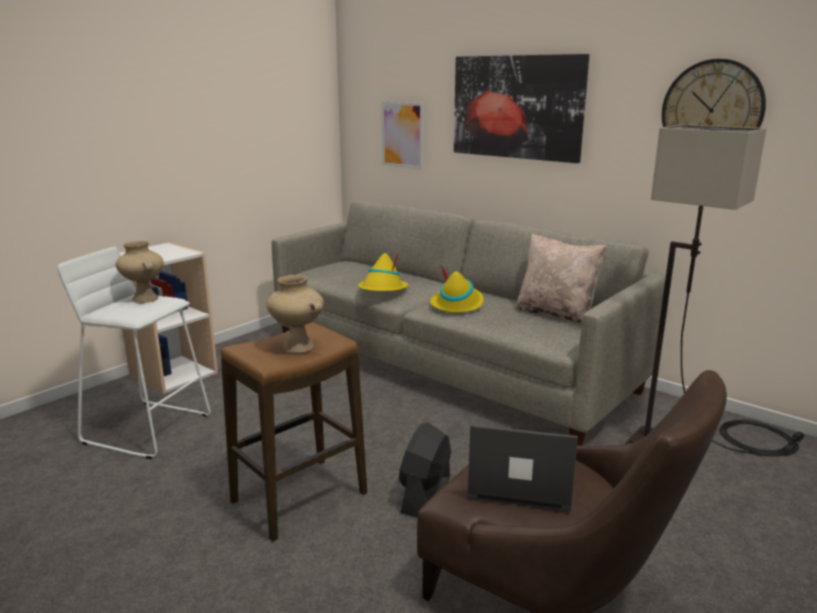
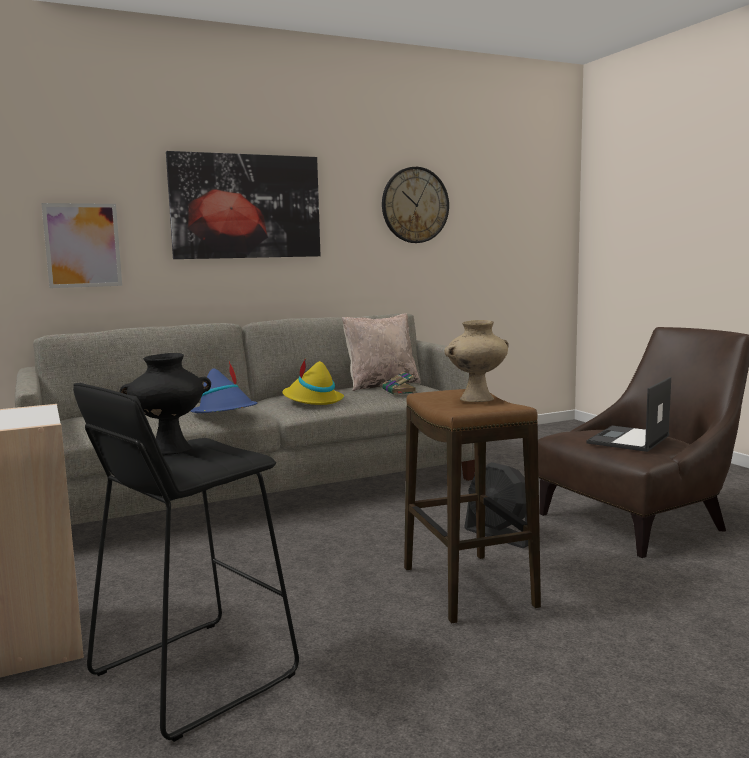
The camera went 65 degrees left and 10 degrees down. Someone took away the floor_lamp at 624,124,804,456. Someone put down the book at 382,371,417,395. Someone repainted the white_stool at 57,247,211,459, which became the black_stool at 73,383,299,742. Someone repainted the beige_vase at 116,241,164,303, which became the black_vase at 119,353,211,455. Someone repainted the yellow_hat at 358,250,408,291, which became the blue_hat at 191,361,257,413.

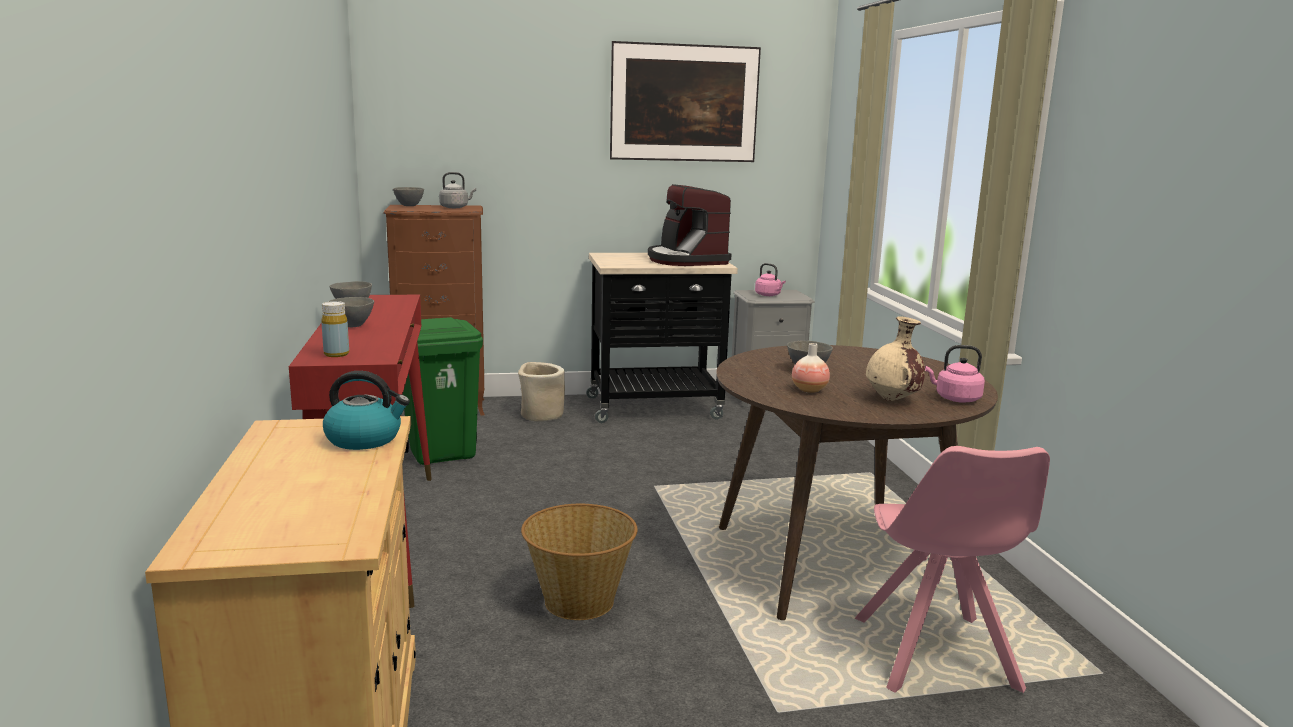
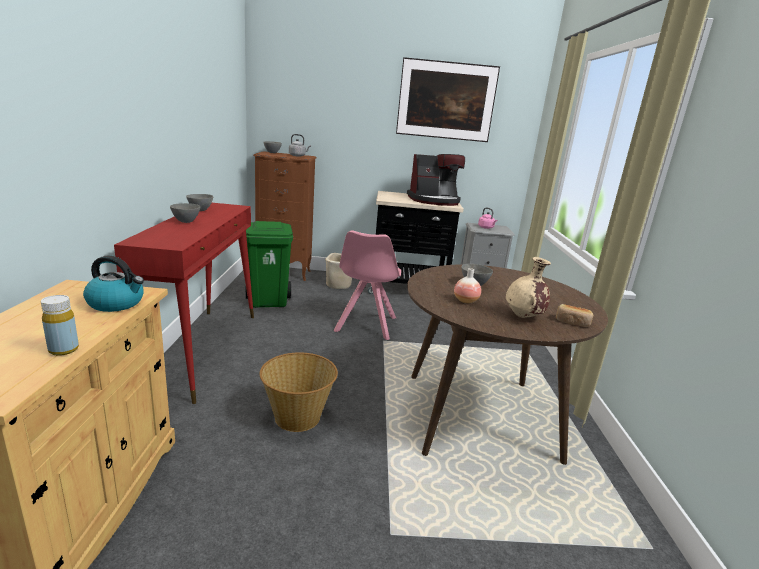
The camera went 10 degrees right and 5 degrees up. Someone carried the yellow_bottle from 321,301,349,357 to 41,295,79,356. Someone carried the pink_chair from 854,446,1050,693 to 334,230,401,340. Someone swapped the pink_kettle at 925,345,985,403 for the bread at 556,304,593,326. Someone rotated the coffee_machine at 648,184,731,266 by 90 degrees counterclockwise.

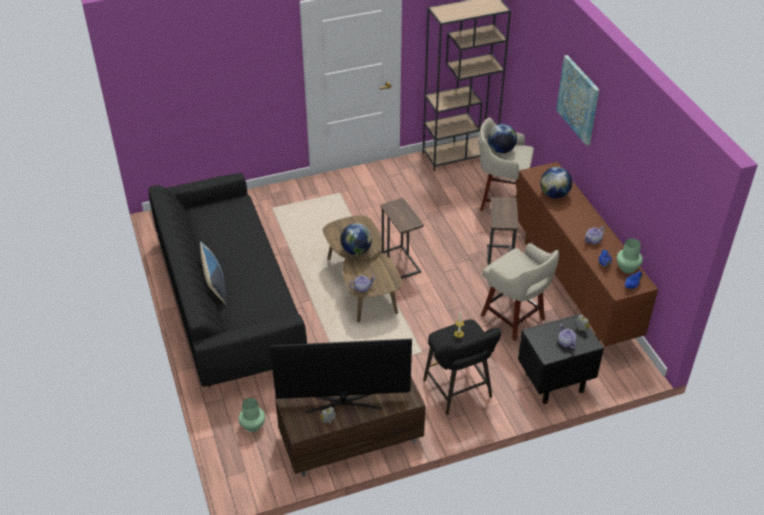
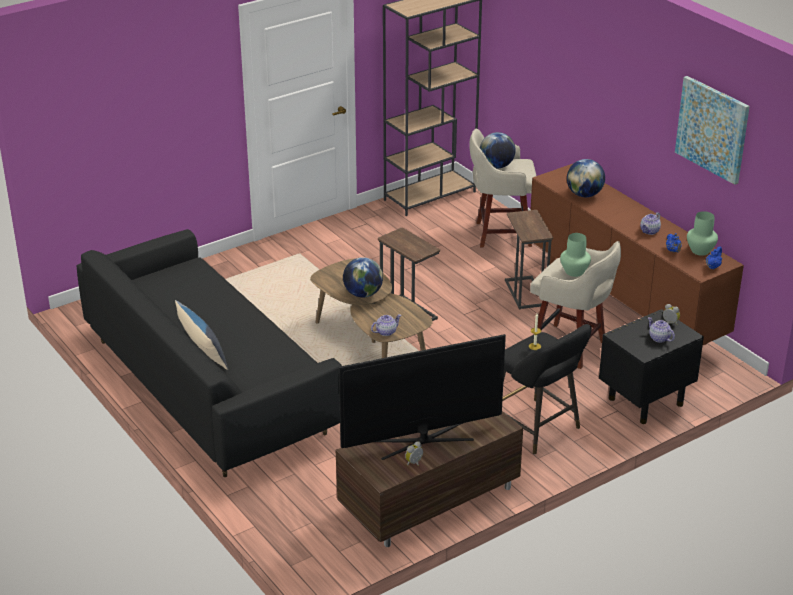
The camera went 15 degrees left and 10 degrees down. Someone carried the green_vase from 239,398,265,432 to 560,233,591,277. Someone carried the picture from 556,55,600,146 to 675,76,750,185.

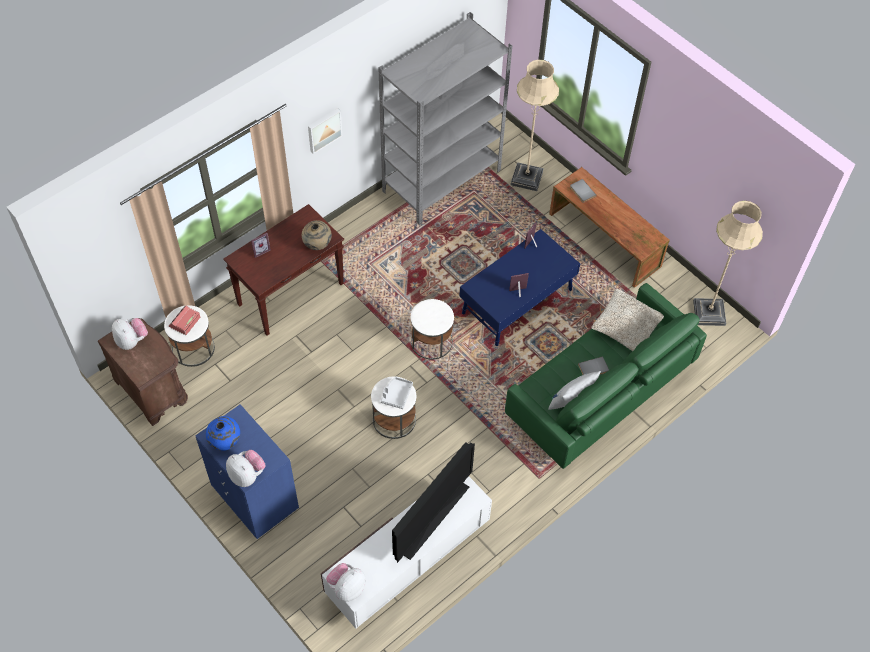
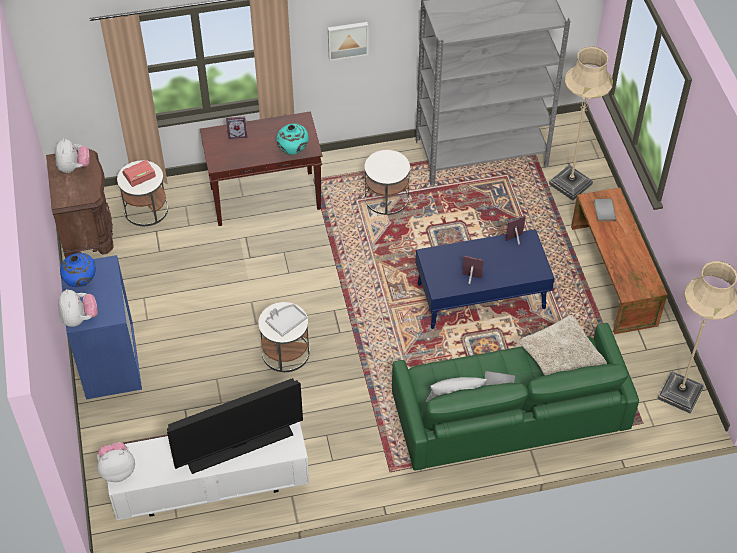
The camera went 30 degrees right and 5 degrees down. Someone carried the white_side_table from 411,299,454,360 to 365,150,410,215. Someone repainted the beige_vase at 302,220,332,250, which became the turquoise_vase at 277,123,309,155.

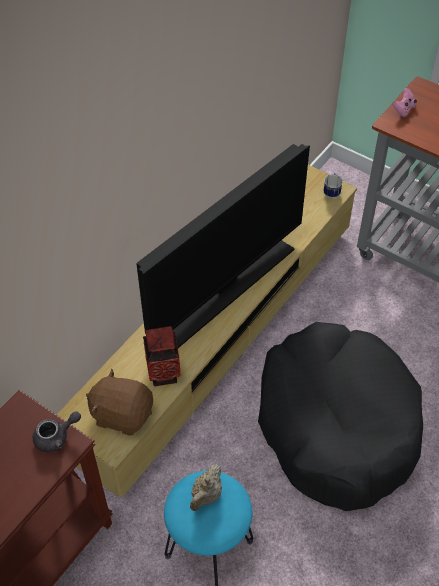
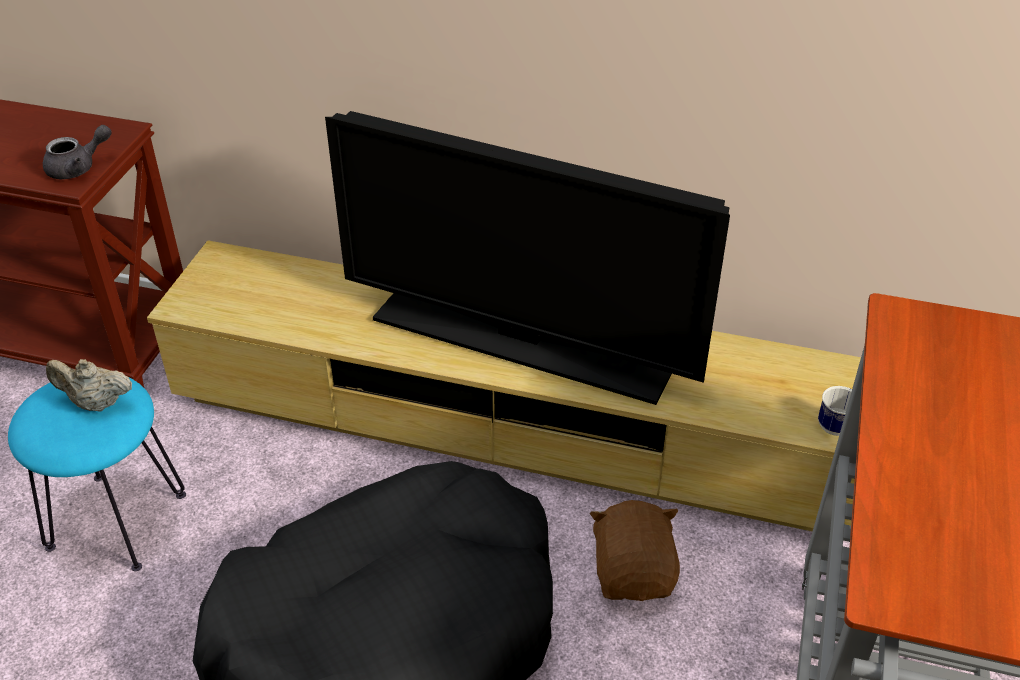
The camera went 70 degrees right and 10 degrees down. Someone took away the vase at 143,326,181,387. Someone took away the pink_game_controller at 392,88,417,117. Someone carried the brown_plush_toy from 86,369,153,436 to 590,500,680,601. Someone rotated the grey_teapot at 33,411,81,452 by 75 degrees counterclockwise.

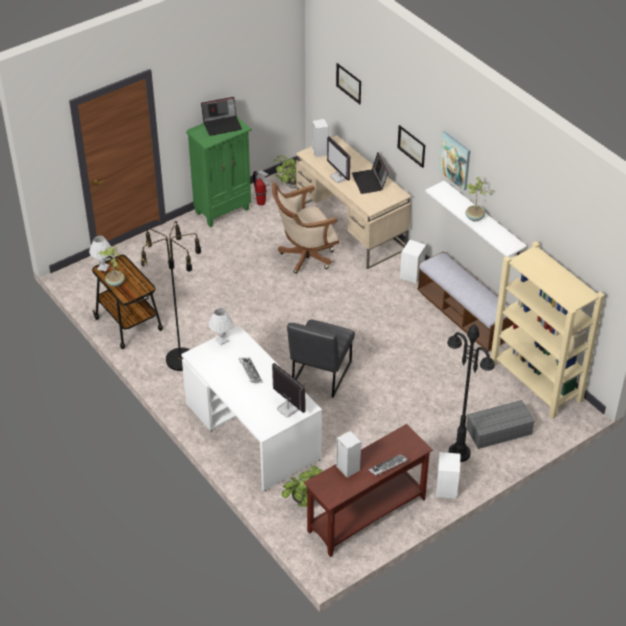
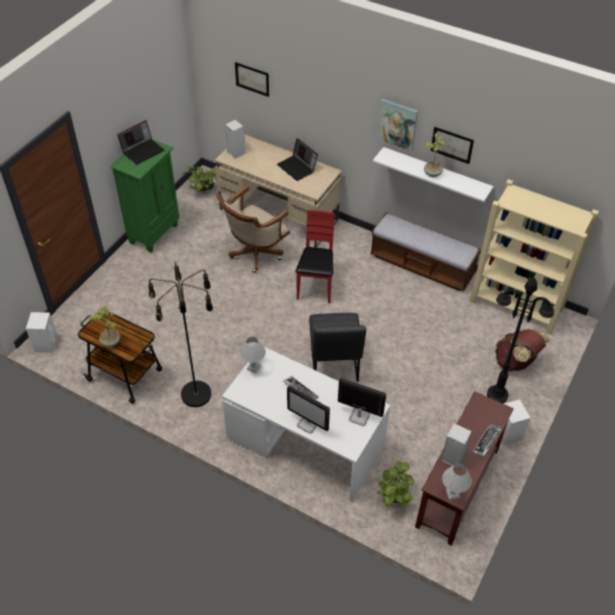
The camera went 25 degrees left and 5 degrees up. Someone took away the fire_extinguisher at 253,170,269,206. Someone put down the red_chair at 295,210,335,303. Someone carried the white_table_lamp from 89,236,112,271 to 442,464,472,500. Someone carried the monitor from 327,136,350,183 to 287,386,330,434. Someone carried the picture from 397,125,425,168 to 431,127,474,164. Someone carried the white_speaker from 400,240,426,283 to 26,312,58,353. Someone swapped the grey_storage_box at 466,400,535,449 for the brown_backpack at 495,329,550,371.

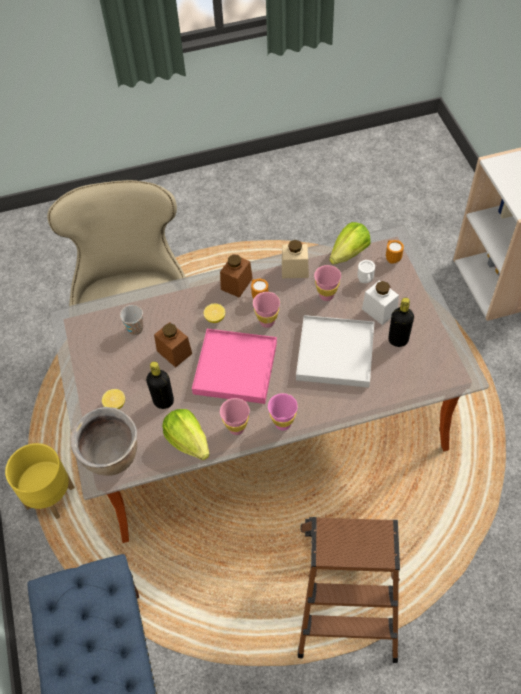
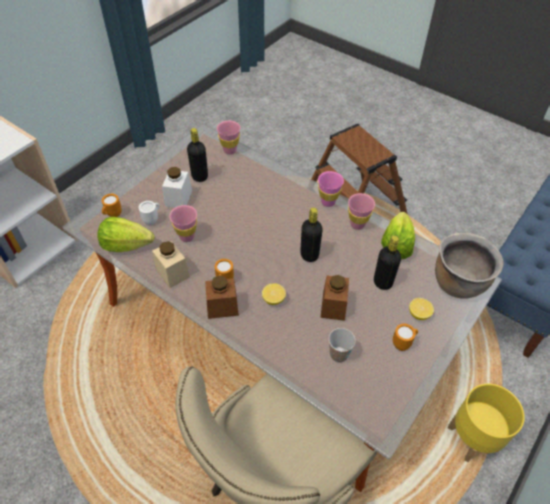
The camera went 130 degrees left and 5 degrees down. Someone took away the white_tray at 296,315,374,388. Someone put down the orange_mug at 393,324,418,351. Someone carried the pink_cup from 253,292,280,328 to 217,121,240,154. Someone swapped the pink_tray at 192,329,277,404 for the black_bottle at 300,207,323,262.

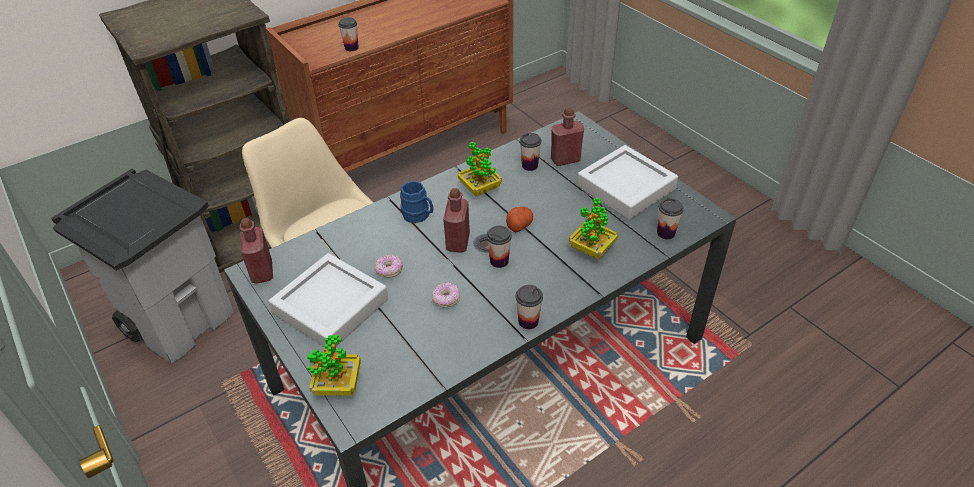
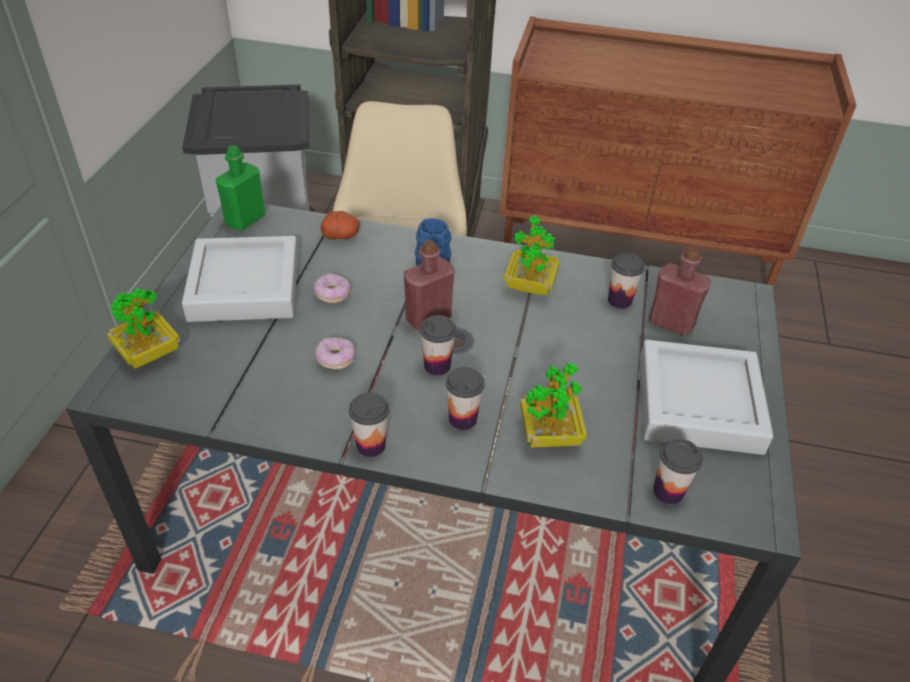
The camera went 45 degrees right and 0 degrees up. Someone carried the cup from 338,17,359,51 to 446,367,485,430. Someone carried the potato from 506,207,533,232 to 321,211,360,239. Someone repainted the red_bottle at 240,218,273,284, which became the green_bottle at 216,145,265,231.

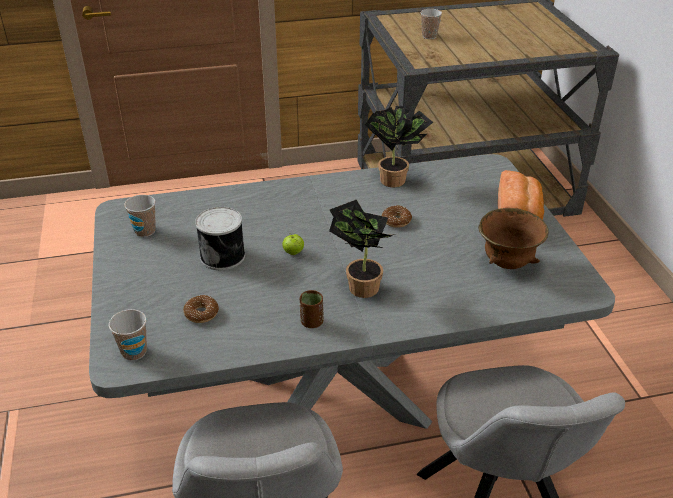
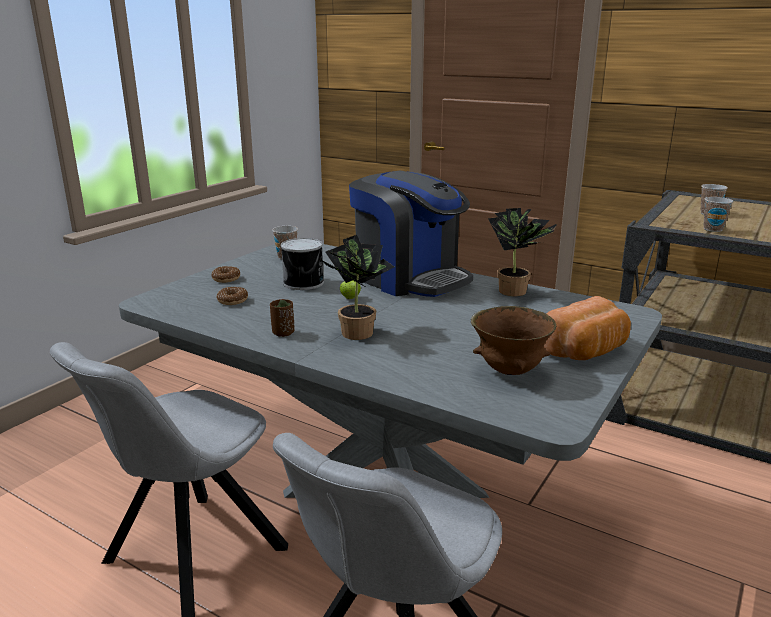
The camera went 45 degrees right and 15 degrees down. Someone put down the coffee_machine at 349,171,473,297. Someone carried the cup from 109,309,147,361 to 703,197,734,232. Someone carried the donut from 382,205,412,228 to 211,266,240,283.

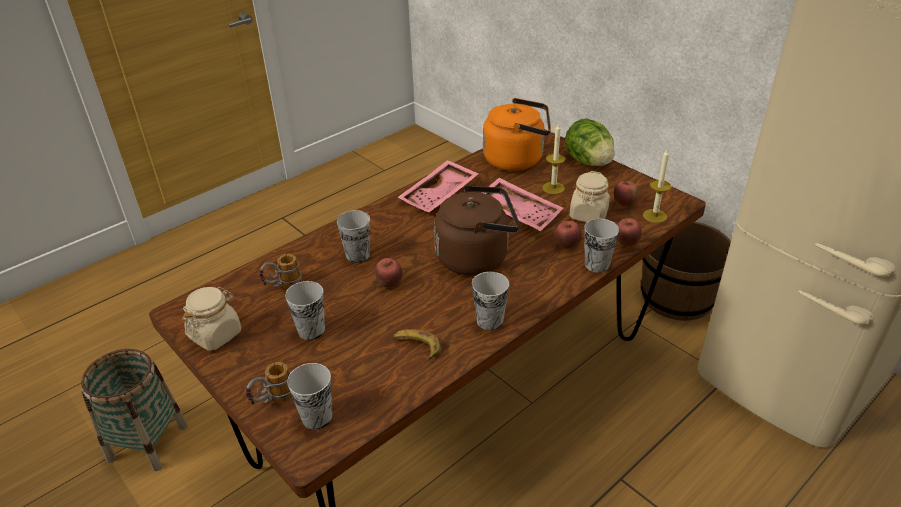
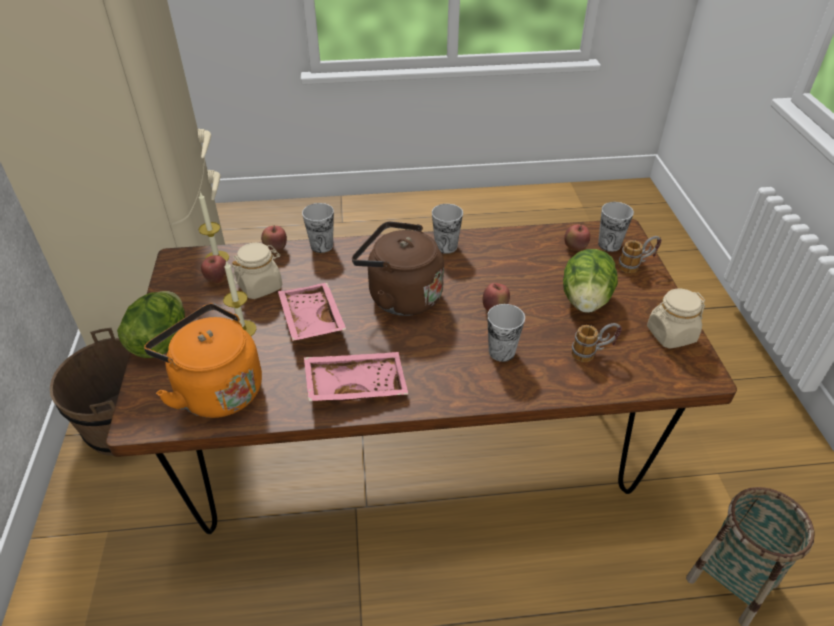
The camera went 145 degrees left and 5 degrees up. Someone took away the banana at 393,329,442,360. Someone carried the apple from 555,221,582,249 to 564,224,590,251. Someone swapped the cup at 285,281,325,340 for the lettuce at 563,249,618,313.

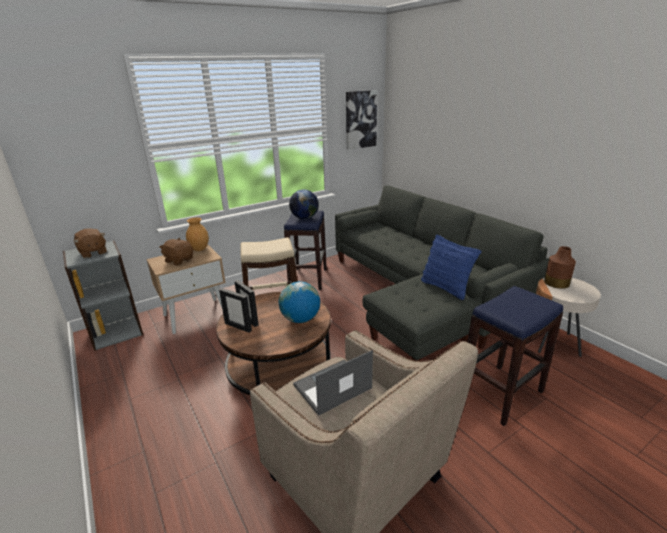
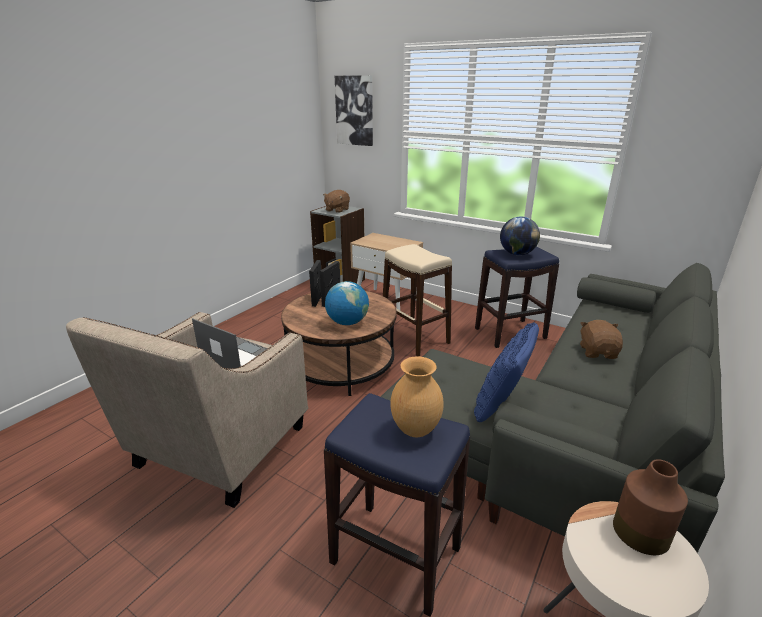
The camera went 65 degrees right and 0 degrees up. Someone carried the brown_plush_toy from 159,238,193,266 to 580,320,623,359. Someone carried the brown_vase from 186,218,209,251 to 390,356,444,437. Someone carried the picture from 346,90,377,150 to 335,75,373,146.

